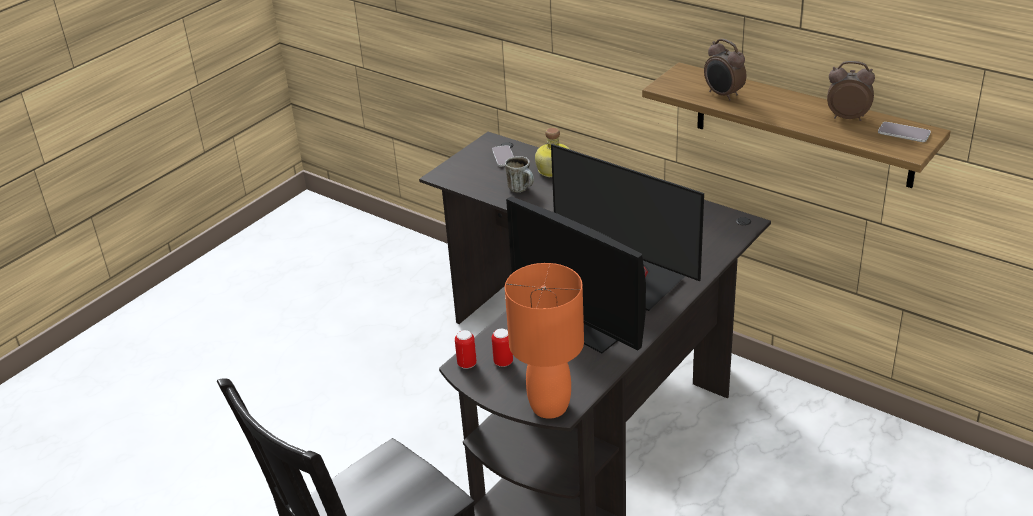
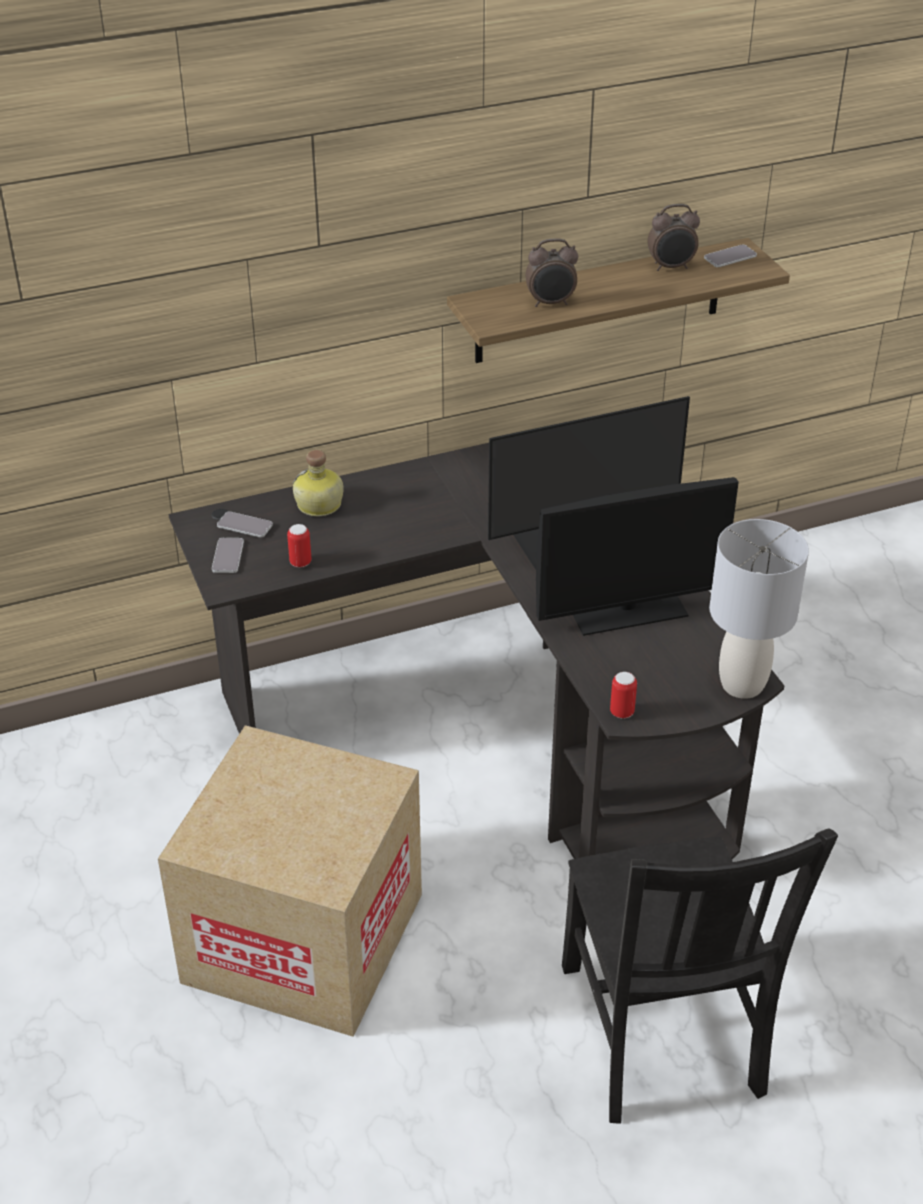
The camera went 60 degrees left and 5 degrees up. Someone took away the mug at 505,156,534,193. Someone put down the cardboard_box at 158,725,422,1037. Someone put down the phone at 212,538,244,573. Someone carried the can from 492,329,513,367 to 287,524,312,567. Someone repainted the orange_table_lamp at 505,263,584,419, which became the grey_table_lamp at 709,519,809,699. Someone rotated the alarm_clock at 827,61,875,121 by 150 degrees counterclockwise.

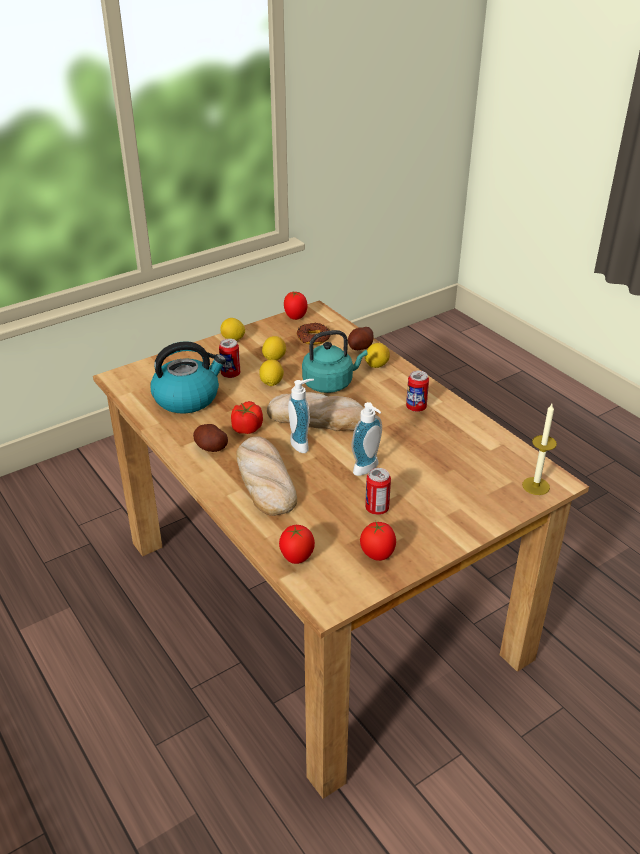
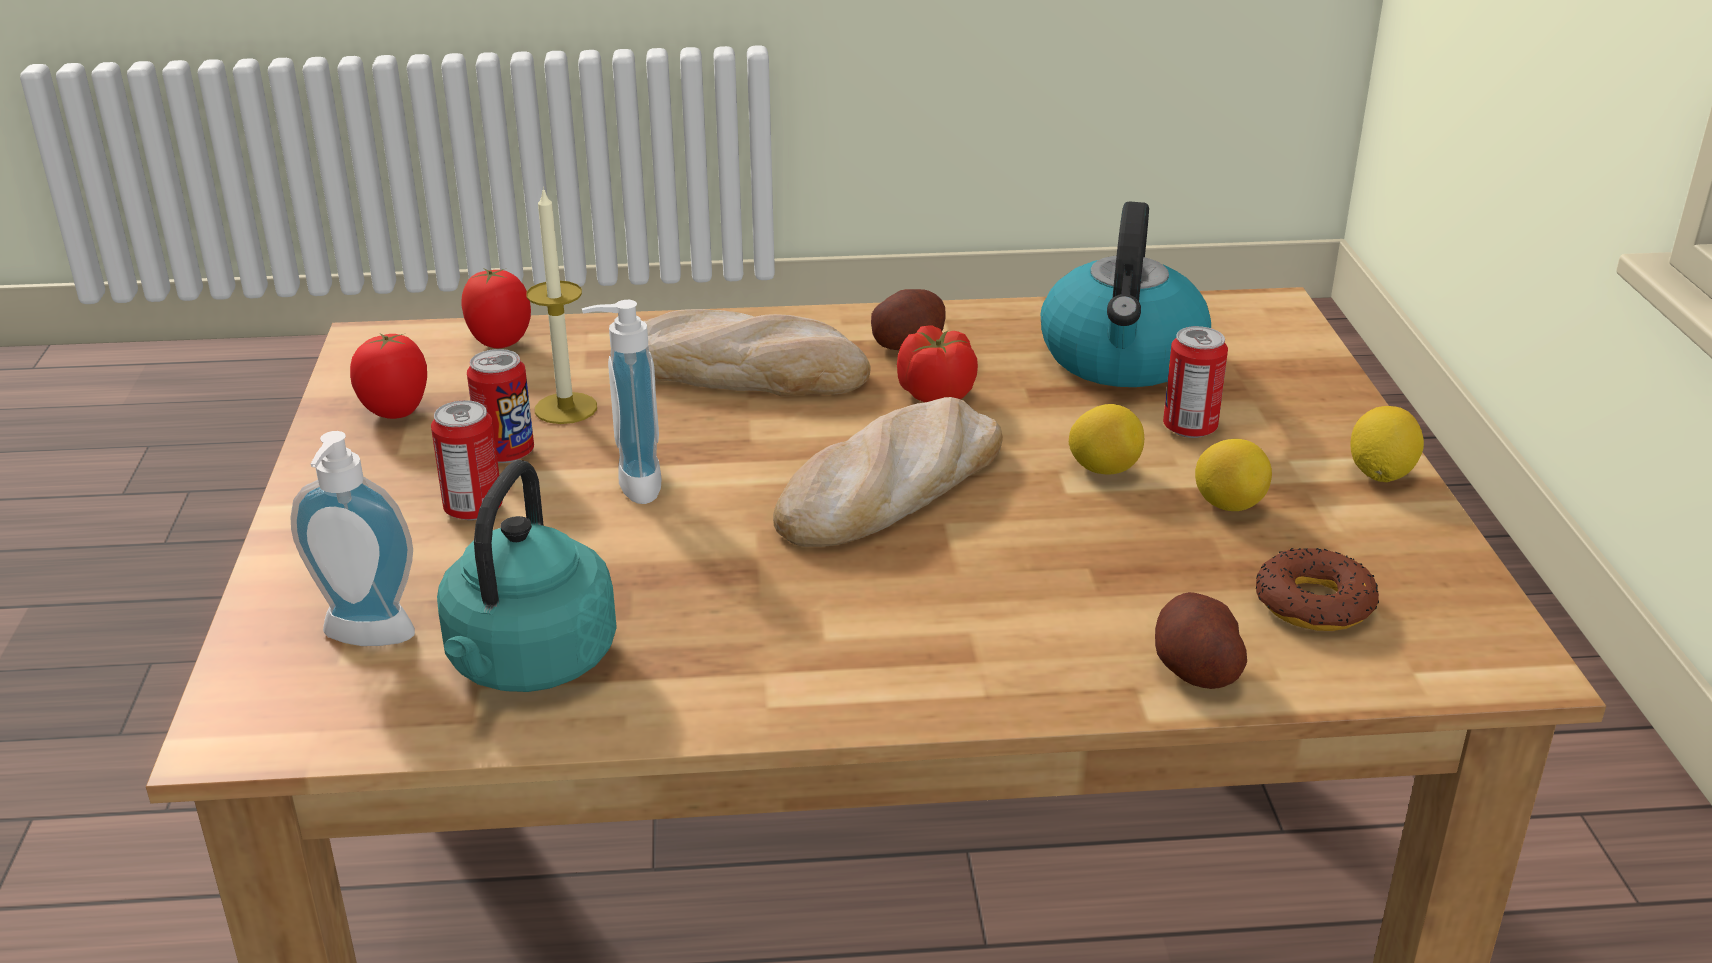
The camera went 120 degrees right and 5 degrees down. Someone took away the tomato at 284,292,308,320. Someone took away the lemon at 365,343,390,368. Someone carried the soap_dispenser from 288,379,314,453 to 290,431,415,646. Someone carried the turquoise_kettle from 302,330,368,393 to 437,460,617,692. Someone carried the can from 406,371,429,412 to 431,400,503,520. Someone carried the candle from 522,404,557,495 to 526,187,597,424.

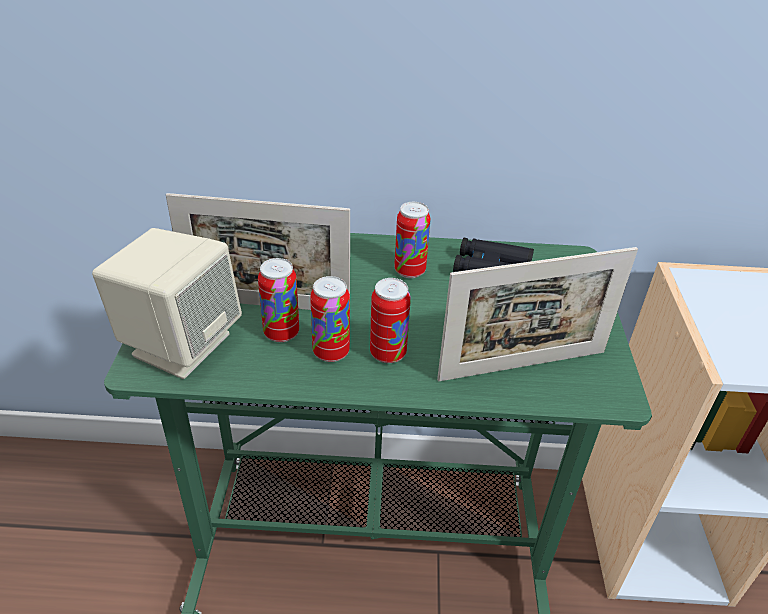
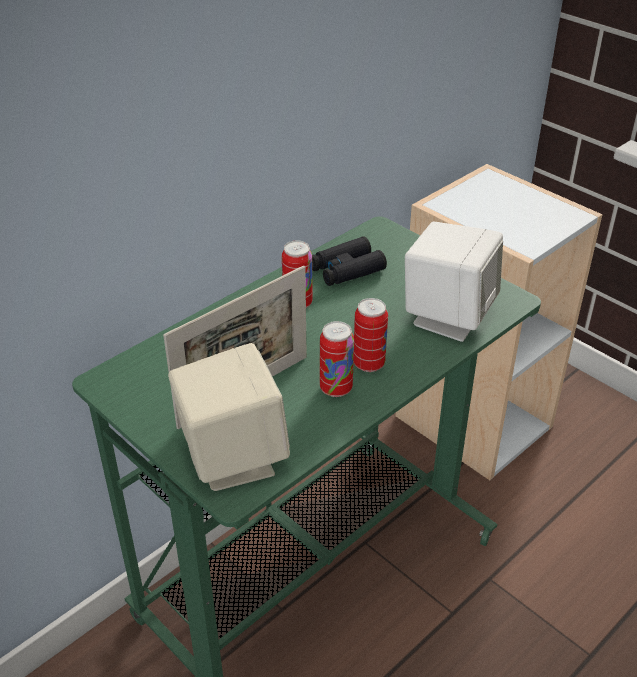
The camera went 45 degrees left and 0 degrees up. Someone took away the can at 258,258,299,342. Someone swapped the picture_frame at 437,247,638,381 for the white_speaker at 405,222,503,342.

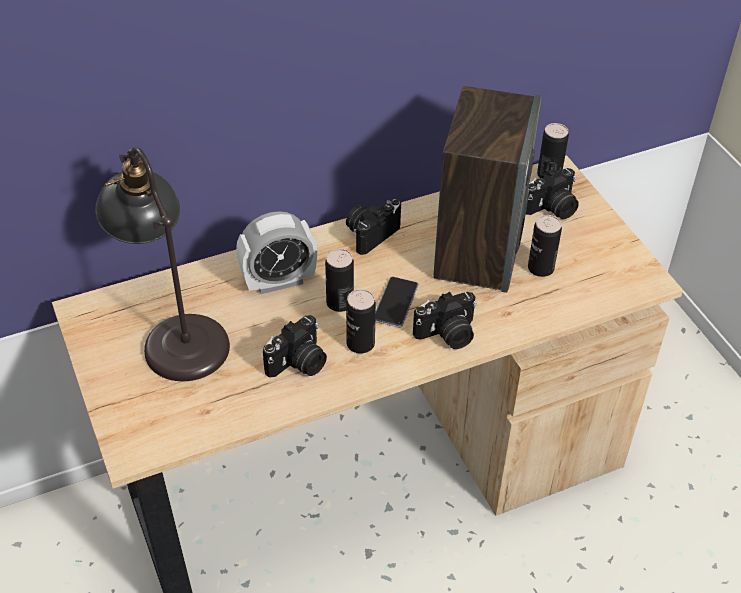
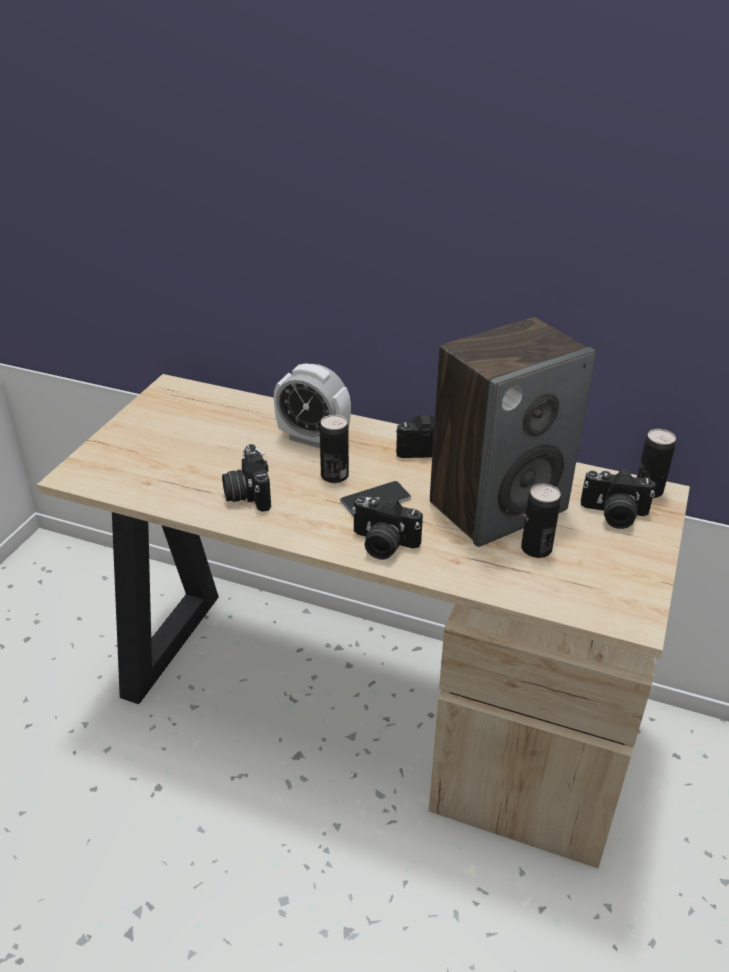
The camera went 45 degrees right and 10 degrees down. Someone took away the grey_table_lamp at 95,148,230,381. Someone took away the can at 346,289,376,353. Someone rotated the photo_camera at 263,315,327,378 by 75 degrees clockwise.

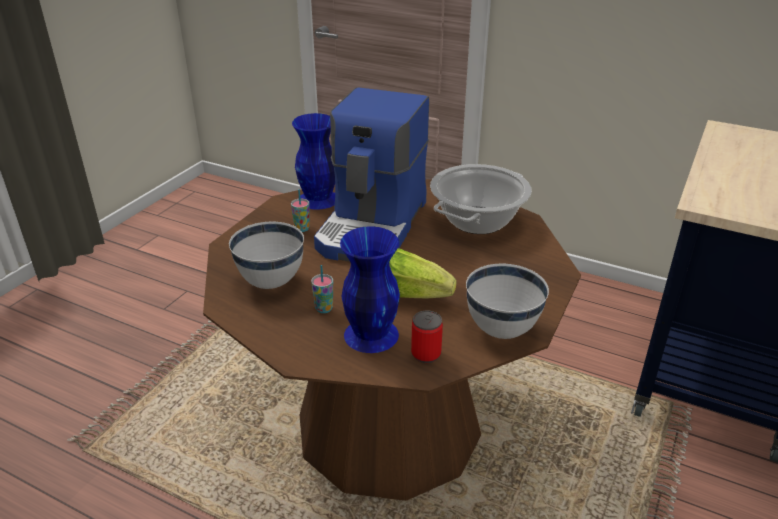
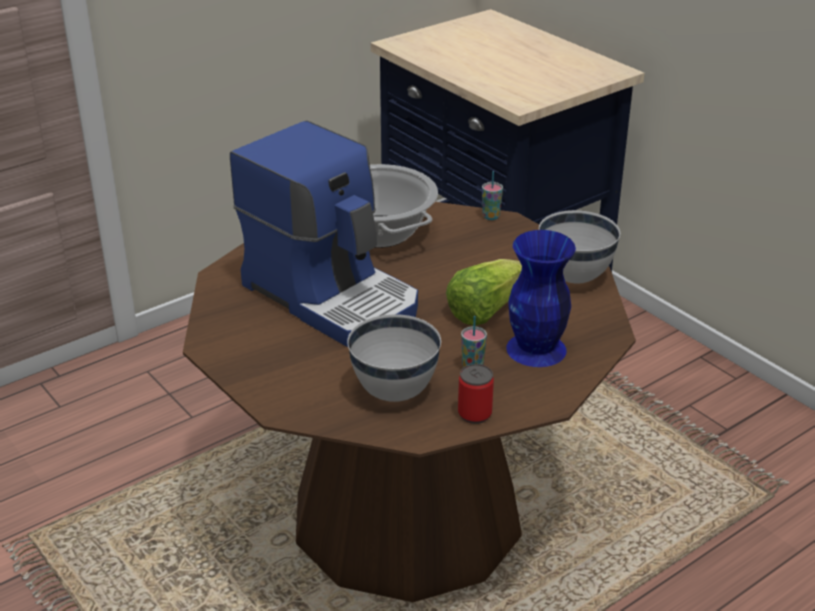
The camera went 65 degrees left and 0 degrees up. Someone took away the blue_vase at 292,113,335,210. Someone carried the cup from 291,189,310,232 to 482,171,503,220. Someone carried the can from 411,311,443,363 to 458,364,494,424.

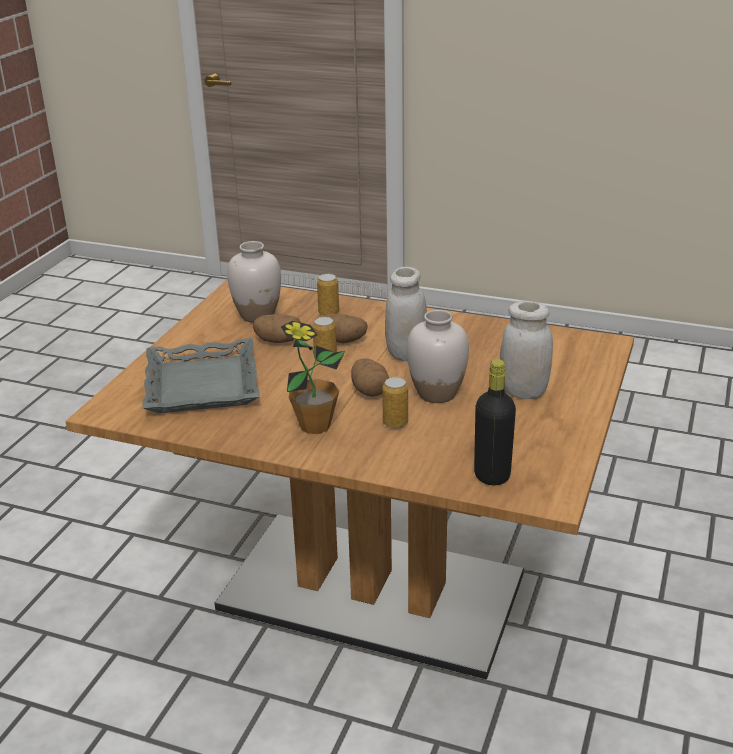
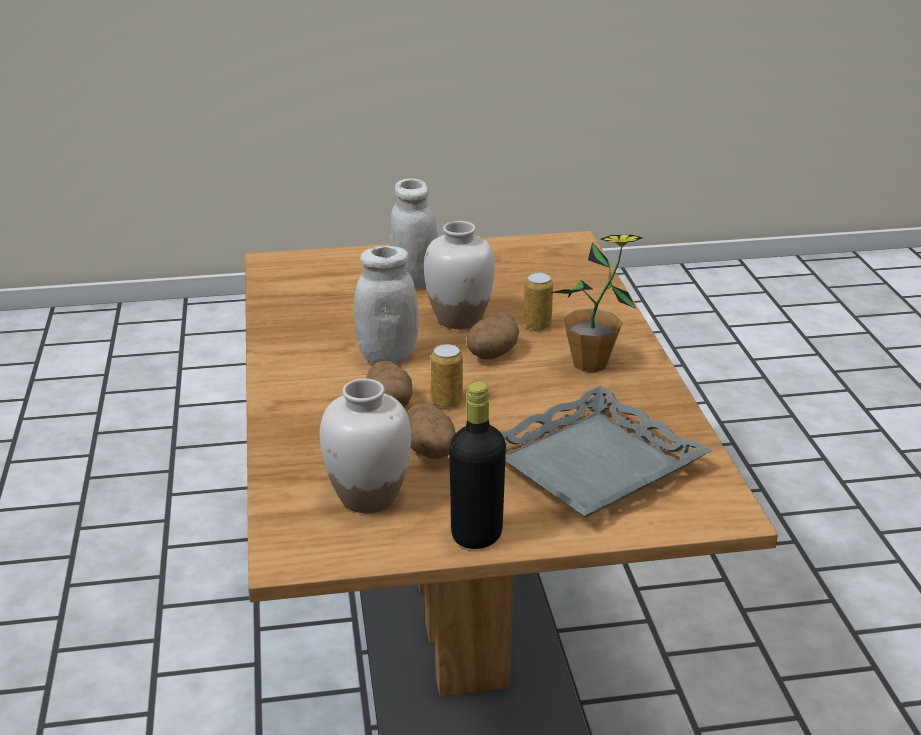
The camera went 120 degrees left and 0 degrees up. Someone took away the can at 317,274,339,316. Someone carried the black_bottle from 474,359,516,485 to 449,382,506,549.

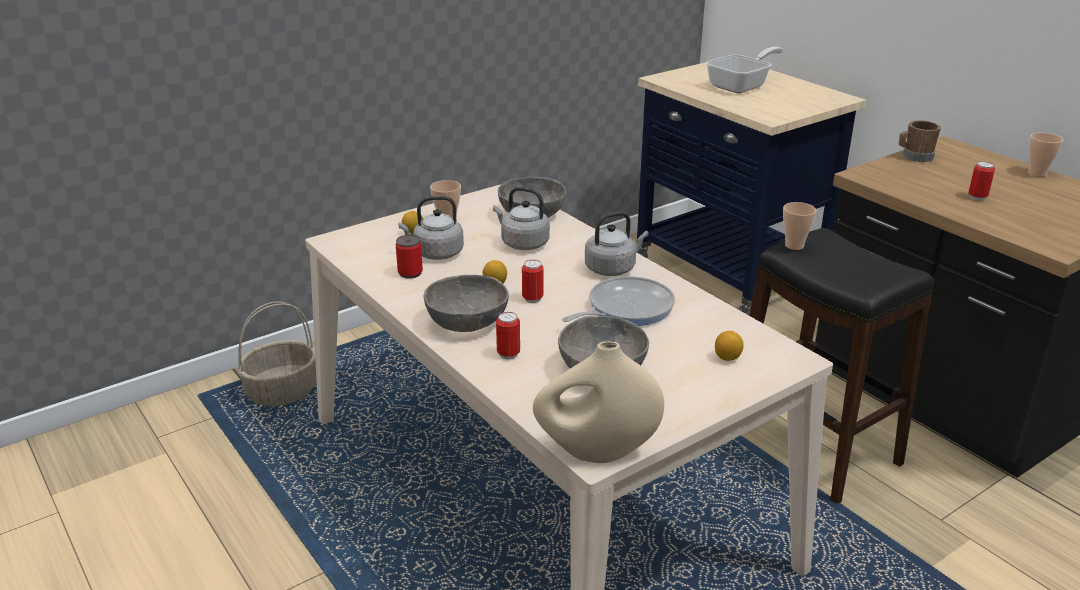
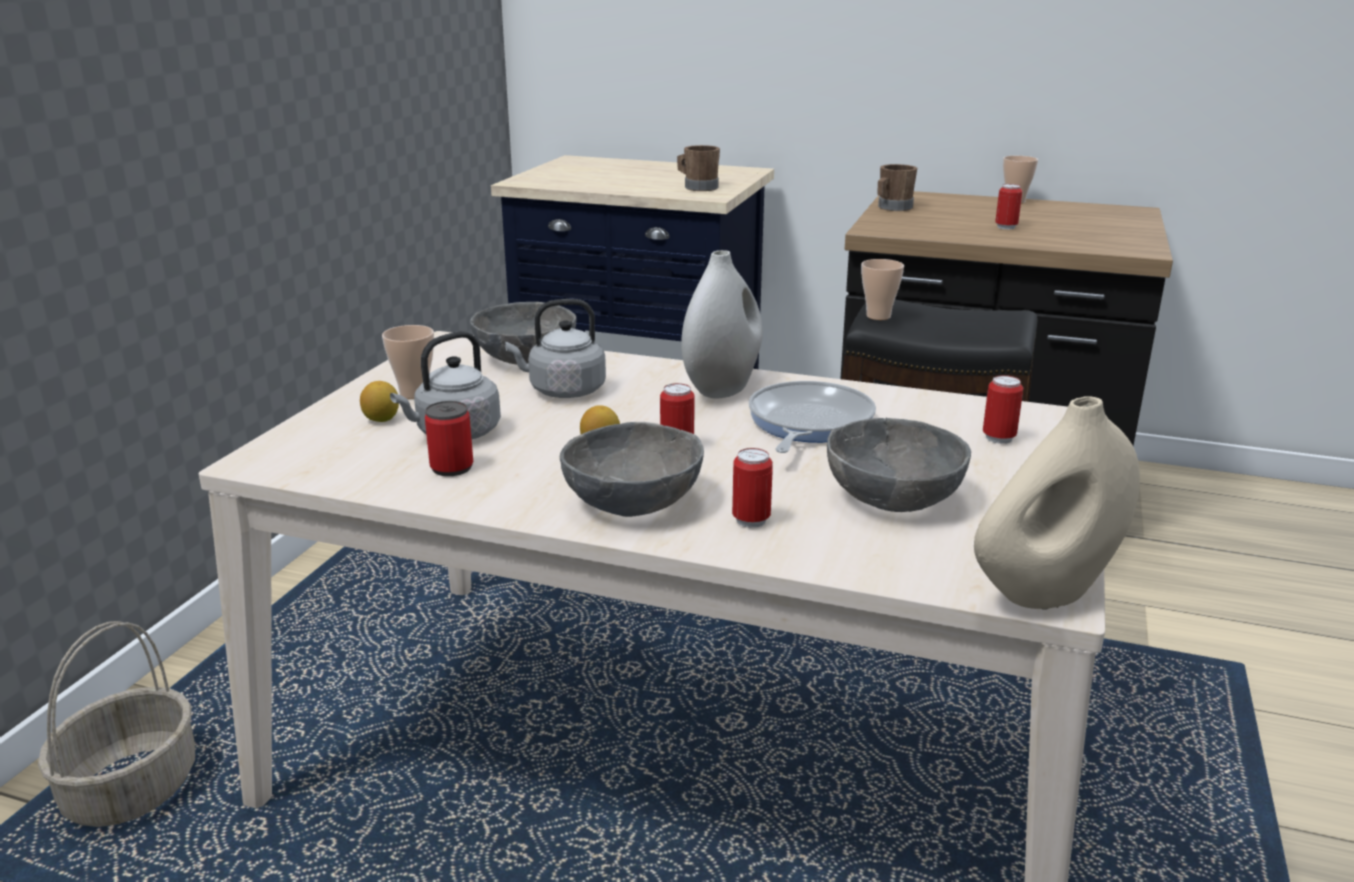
The camera went 35 degrees left and 5 degrees down. Someone took away the frying_pan at 706,47,783,94. Someone put down the brown_mug at 677,145,720,191. Someone swapped the grey_kettle at 585,211,649,276 for the white_vase at 681,250,762,398. Someone swapped the lemon at 715,331,744,361 for the can at 983,375,1023,444.

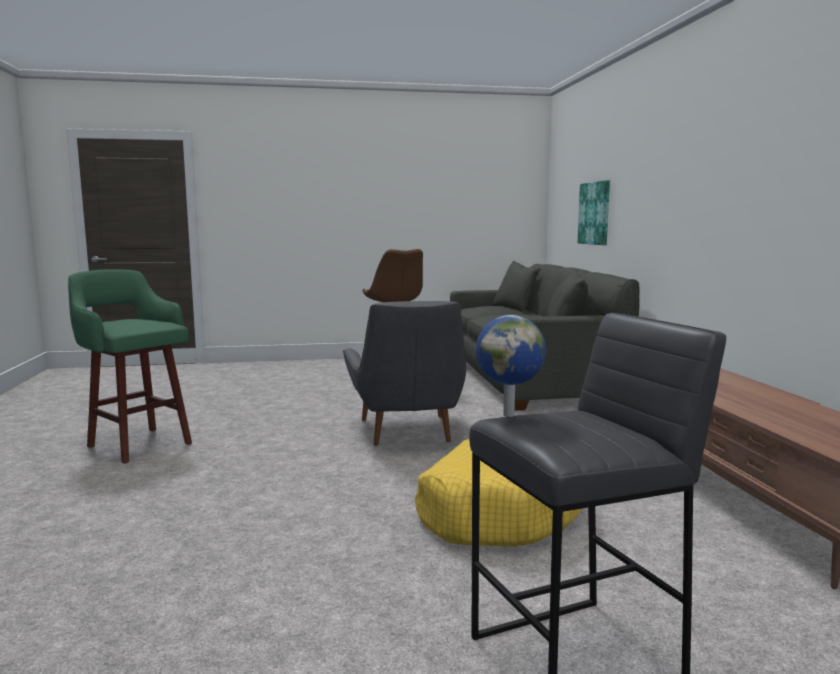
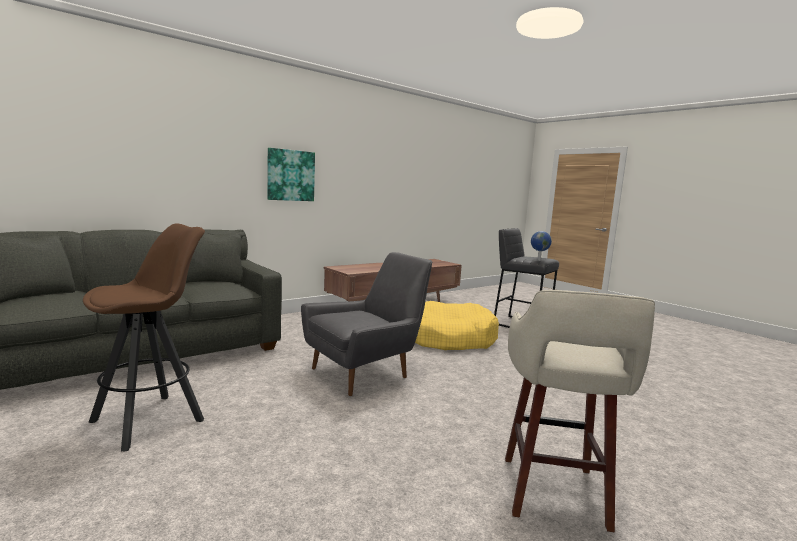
The camera went 120 degrees left and 0 degrees up. Someone carried the picture from 578,180,610,245 to 267,148,315,201. Someone repainted the green_stool at 68,269,192,464, which became the beige_stool at 505,290,655,532.

